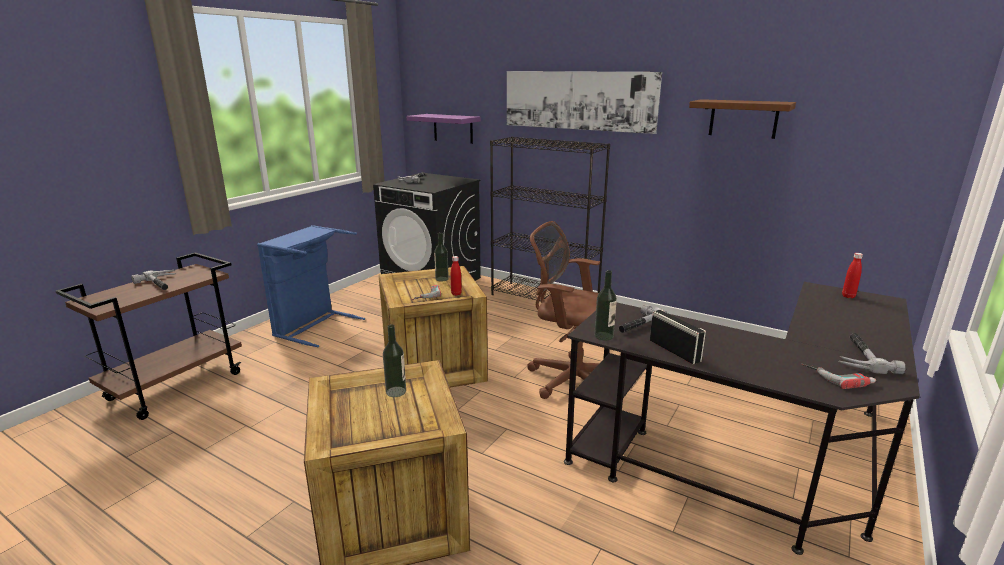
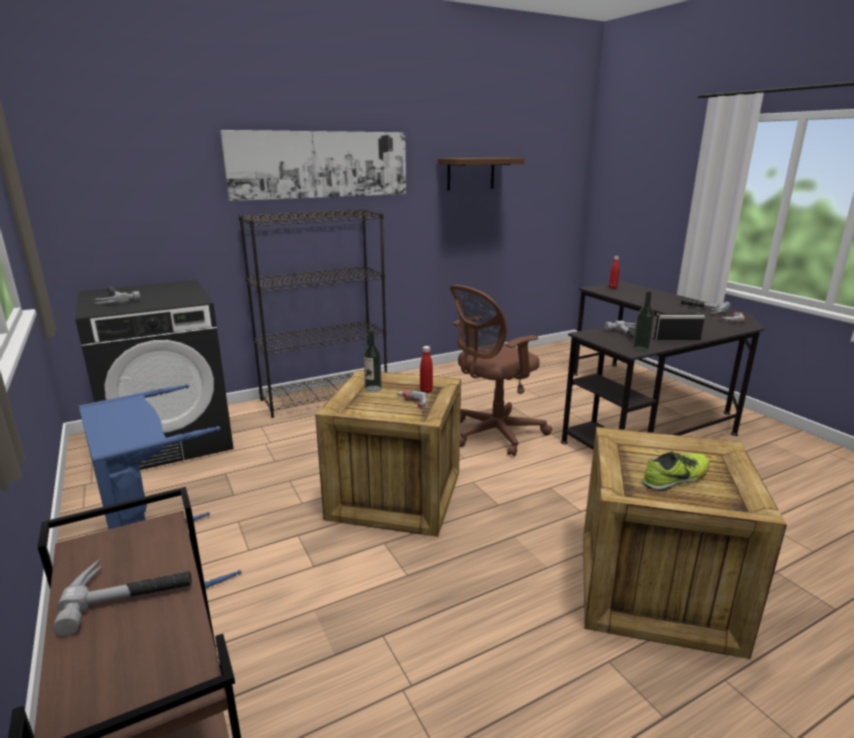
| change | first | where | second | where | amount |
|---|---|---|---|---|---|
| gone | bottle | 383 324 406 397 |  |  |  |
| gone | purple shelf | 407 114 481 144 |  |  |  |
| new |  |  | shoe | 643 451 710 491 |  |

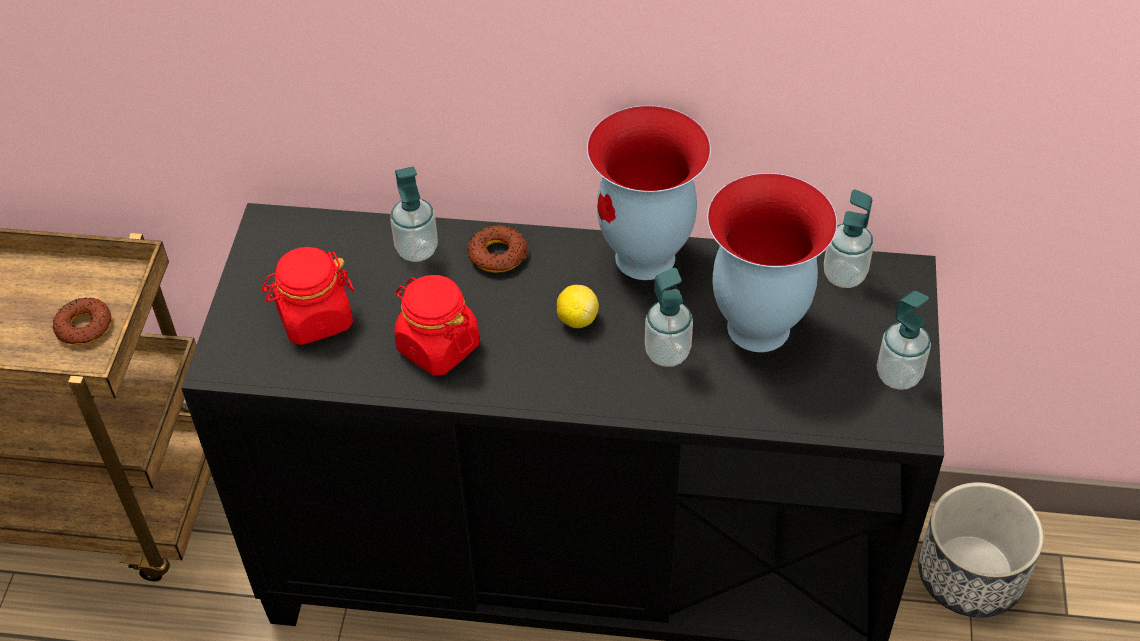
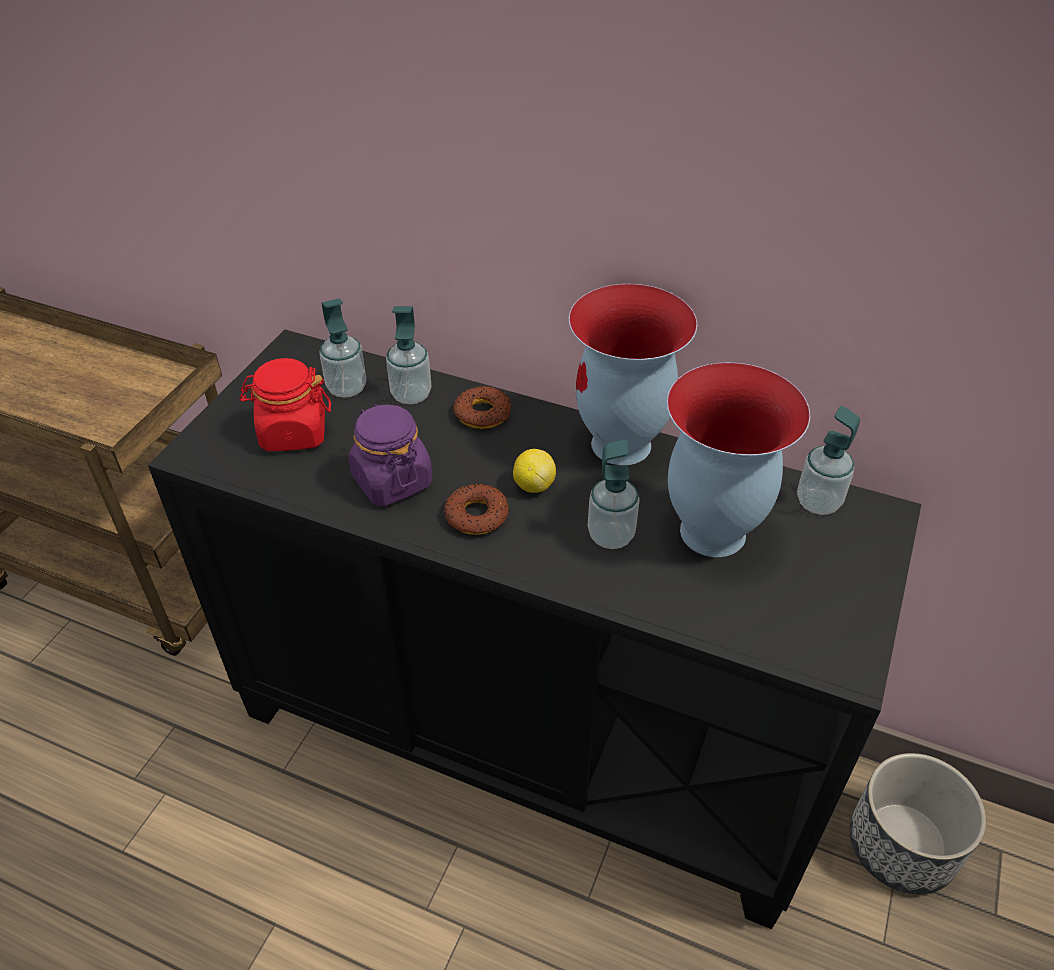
| change | first | where | second | where | amount |
|---|---|---|---|---|---|
| shifted | donut | 53 298 111 345 |  | 444 484 509 535 |  |
| repainted | red jar | 394 275 480 376 | purple jar | 348 404 432 506 |  |
| shifted | soap dispenser | 877 291 931 390 |  | 320 298 366 398 |  |

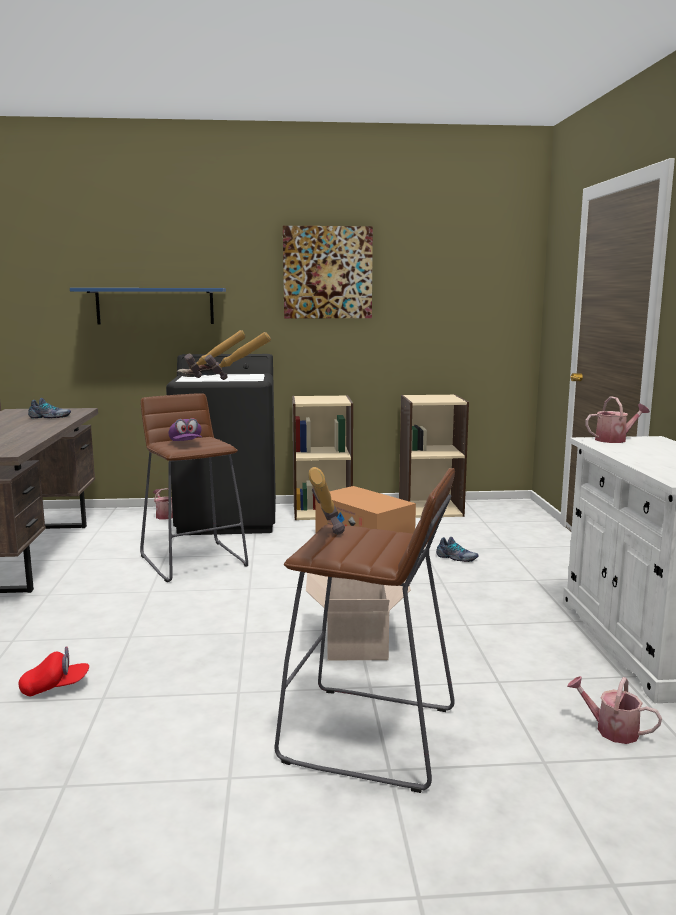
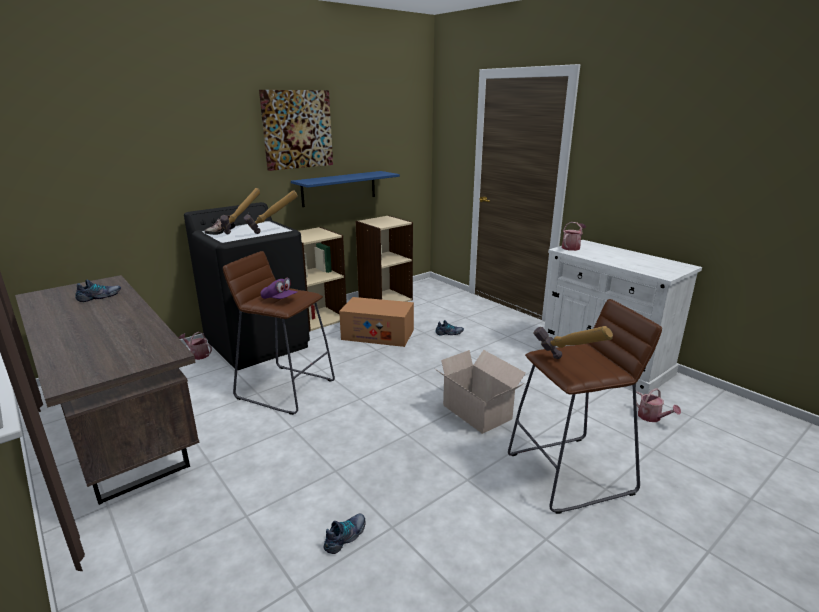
| change | first | where | second | where | amount |
|---|---|---|---|---|---|
| swapped | red cap | 18 646 89 696 | shoe | 323 513 366 554 |  |
| shifted | blue shelf | 70 288 226 324 |  | 291 171 400 207 |  |
| rotated | watering can | 567 676 662 744 |  | 636 388 681 422 | 120 degrees counterclockwise |

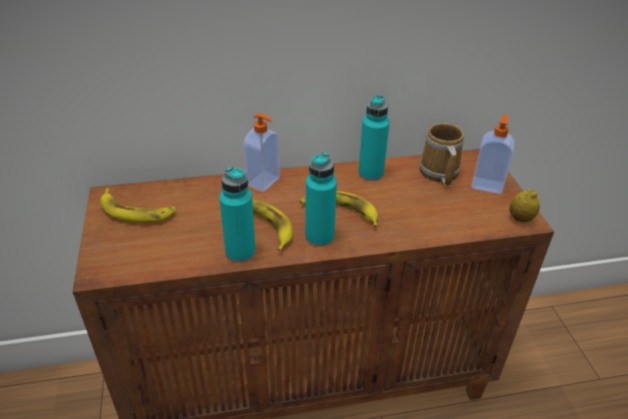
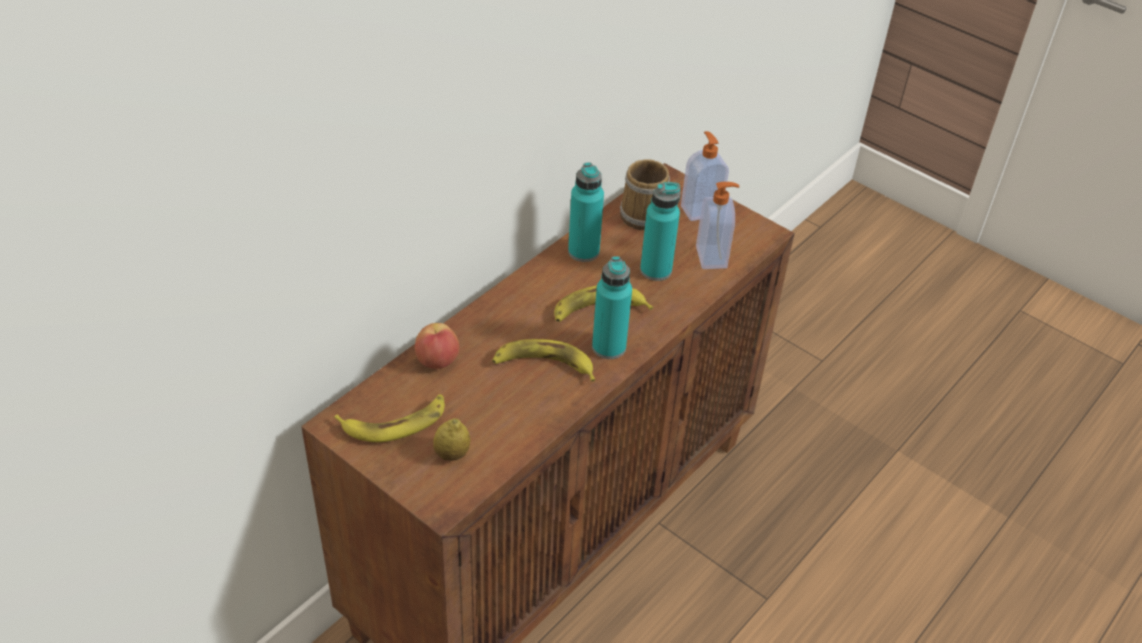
| change | first | where | second | where | amount |
|---|---|---|---|---|---|
| shifted | turquoise bottle | 219 166 256 263 |  | 640 182 681 281 |  |
| shifted | soap dispenser | 243 113 280 192 |  | 696 182 739 269 |  |
| shifted | lemon | 509 189 540 222 |  | 433 418 470 461 |  |
| new |  |  | apple | 415 323 459 369 |  |

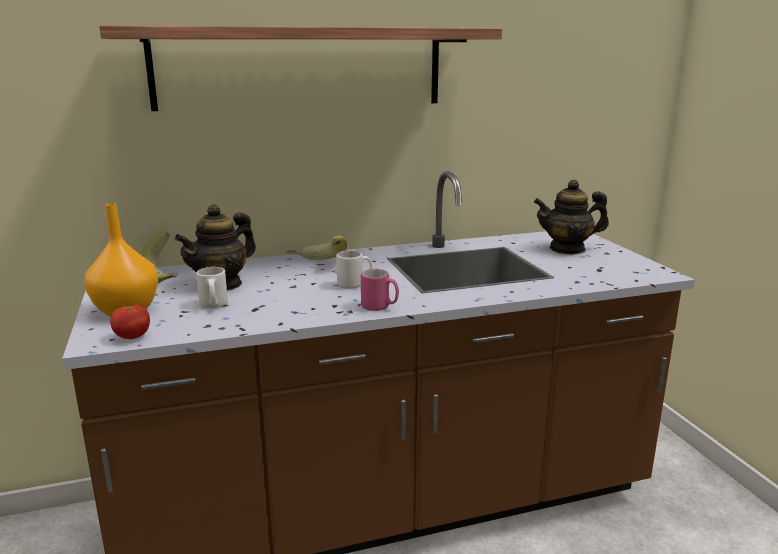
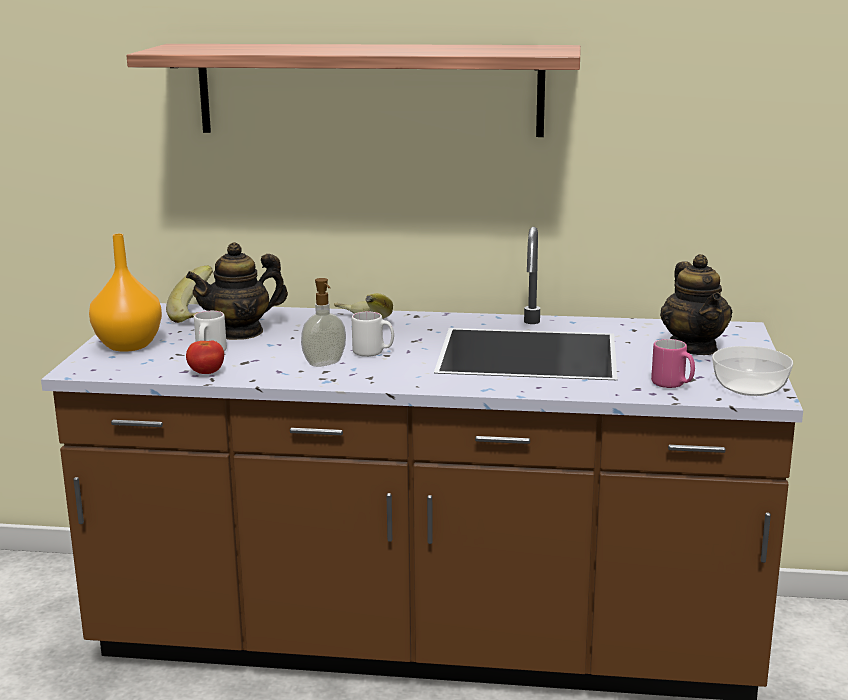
| change | first | where | second | where | amount |
|---|---|---|---|---|---|
| shifted | tomato | 110 305 150 339 |  | 186 341 224 374 |  |
| shifted | pink mug | 361 269 399 311 |  | 651 339 695 388 |  |
| rotated | teapot | 534 180 609 254 |  | 660 254 732 355 | 120 degrees counterclockwise |
| new |  |  | soap dispenser | 301 278 346 367 |  |
| new |  |  | bowl | 712 346 793 396 |  |

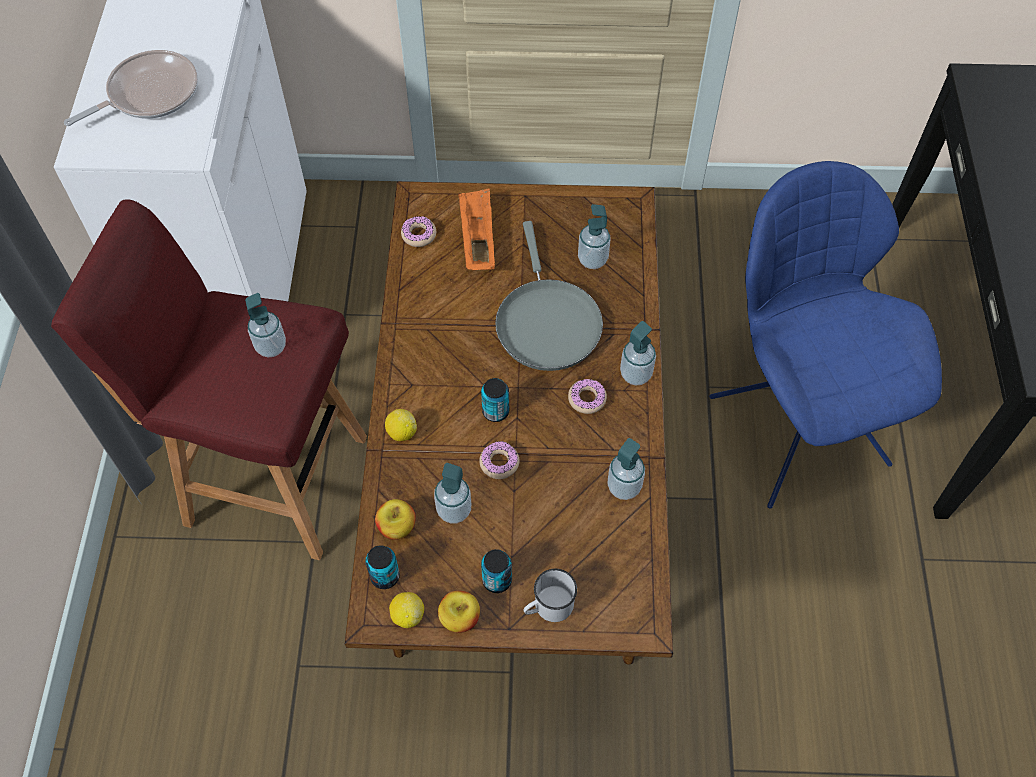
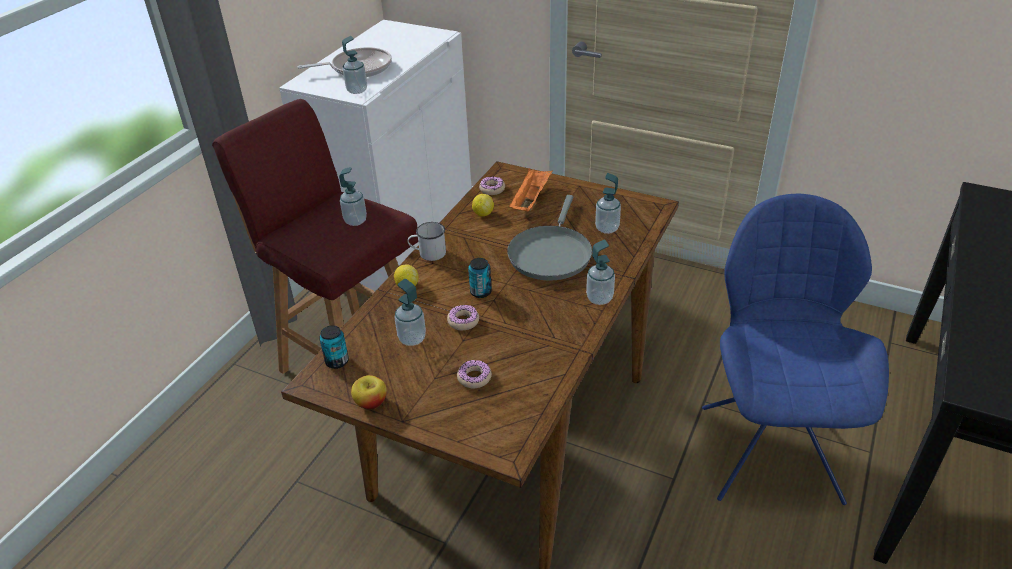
| change | first | where | second | where | amount |
|---|---|---|---|---|---|
| gone | apple | 375 499 416 540 |  |  |  |
| shifted | lemon | 389 592 424 628 |  | 472 194 494 216 |  |
| gone | can | 481 549 512 593 |  |  |  |
| shifted | white mug | 523 569 577 622 |  | 408 222 446 261 |  |
| shifted | donut | 568 379 607 414 |  | 457 360 492 388 |  |
| shifted | soap dispenser | 607 438 645 500 |  | 342 36 367 94 |  |

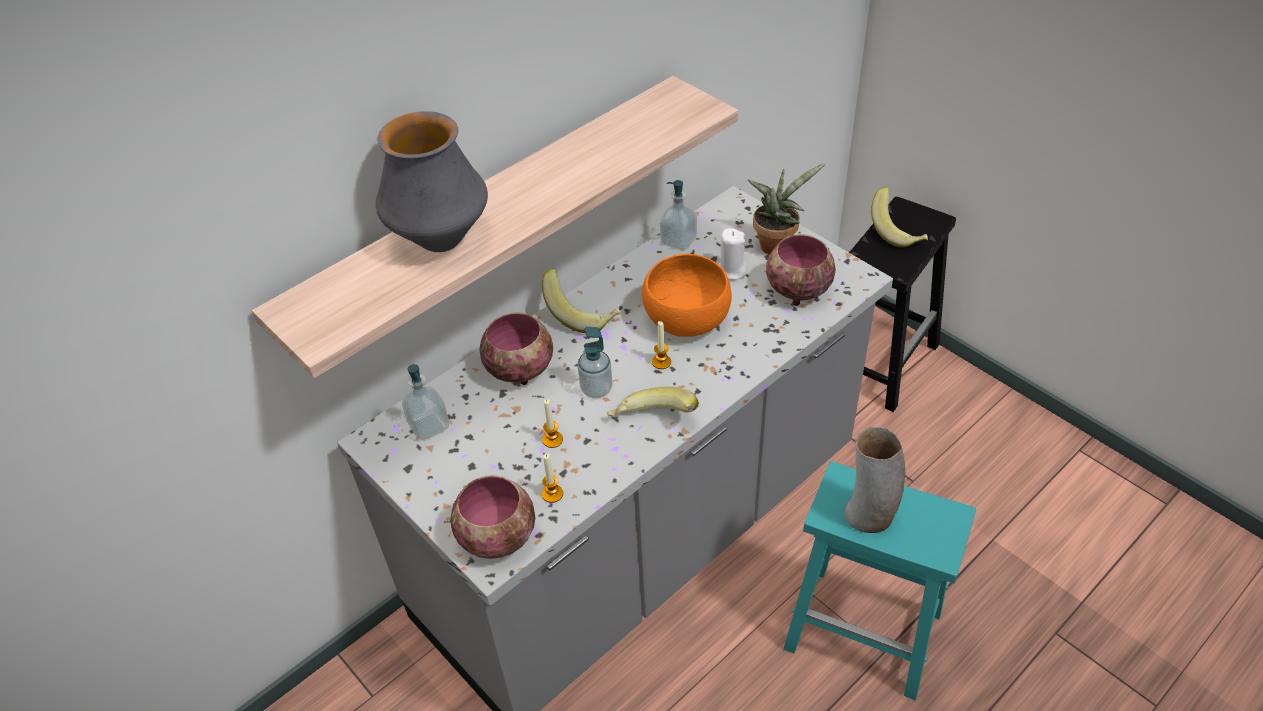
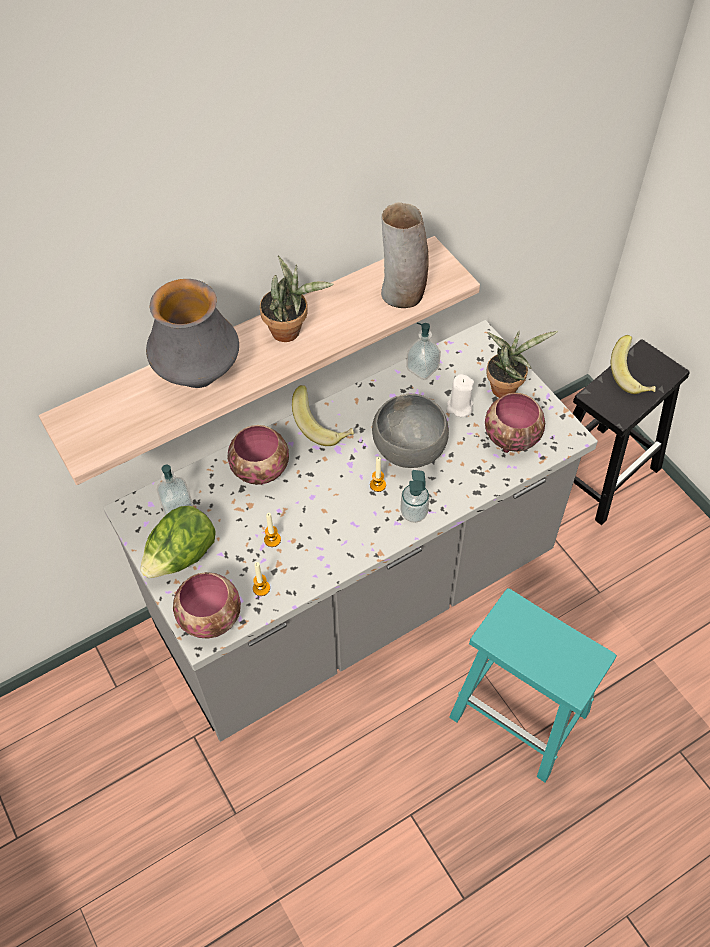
| change | first | where | second | where | amount |
|---|---|---|---|---|---|
| shifted | soap dispenser | 578 327 612 398 |  | 400 470 430 523 |  |
| gone | banana | 607 387 699 417 |  |  |  |
| repainted | orange bowl | 642 254 732 337 | grey bowl | 372 393 449 468 |  |
| shifted | vase | 844 427 905 533 |  | 381 202 429 308 |  |
| new |  |  | lettuce | 140 506 215 578 |  |
| new |  |  | potted plant | 260 256 333 342 |  |

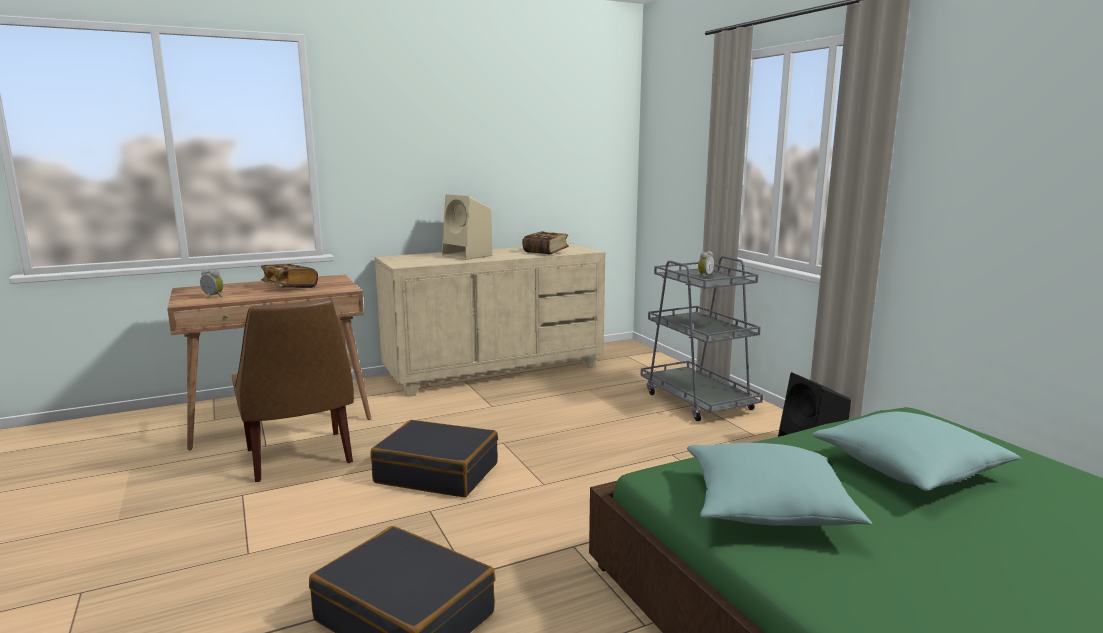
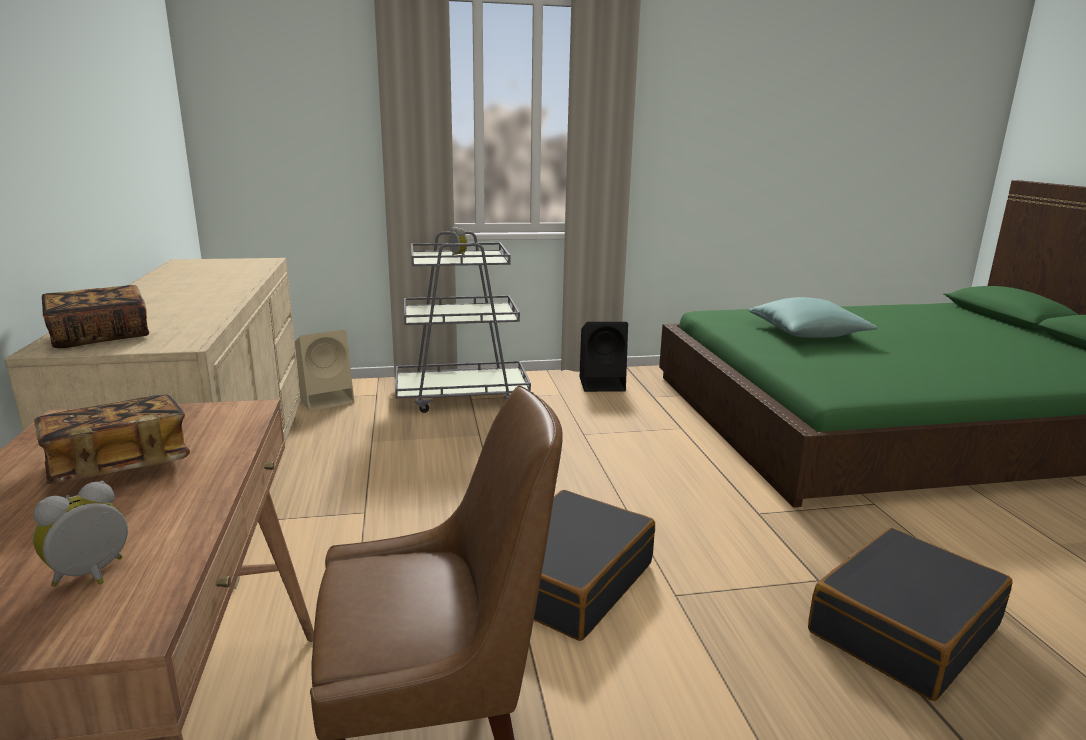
| change | first | where | second | where | amount |
|---|---|---|---|---|---|
| shifted | beige speaker | 442 194 492 260 |  | 295 330 354 411 |  |
| shifted | book | 522 231 569 254 |  | 42 285 149 348 |  |
| gone | turquoise pillow | 687 443 872 526 |  |  |  |

